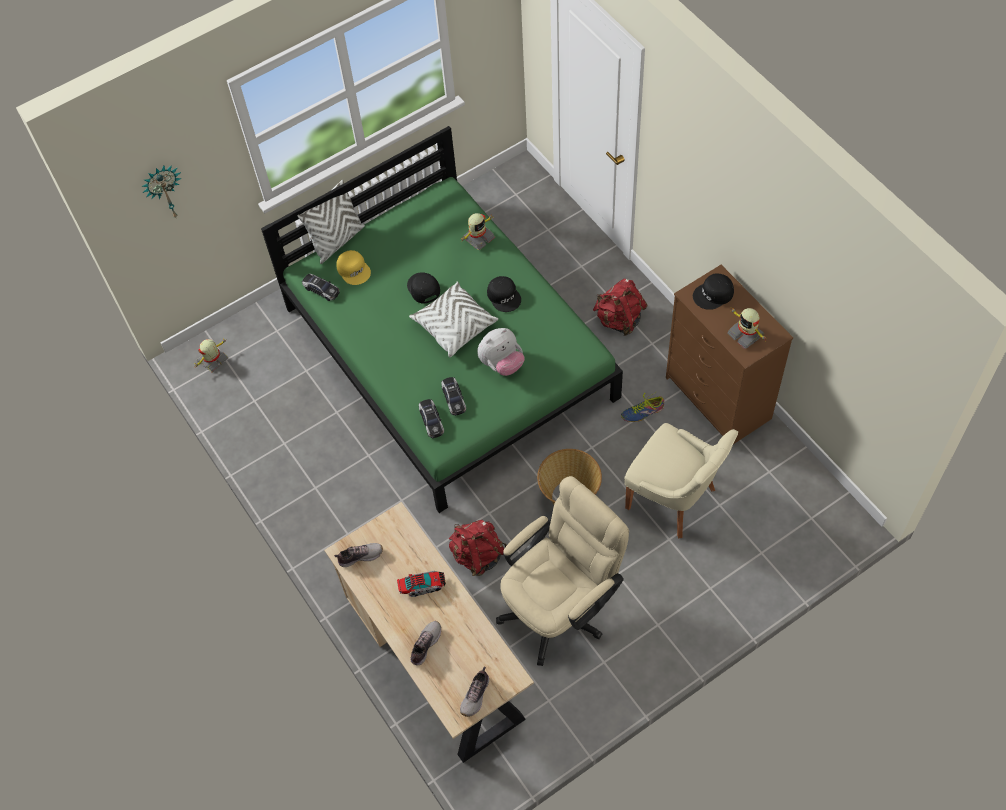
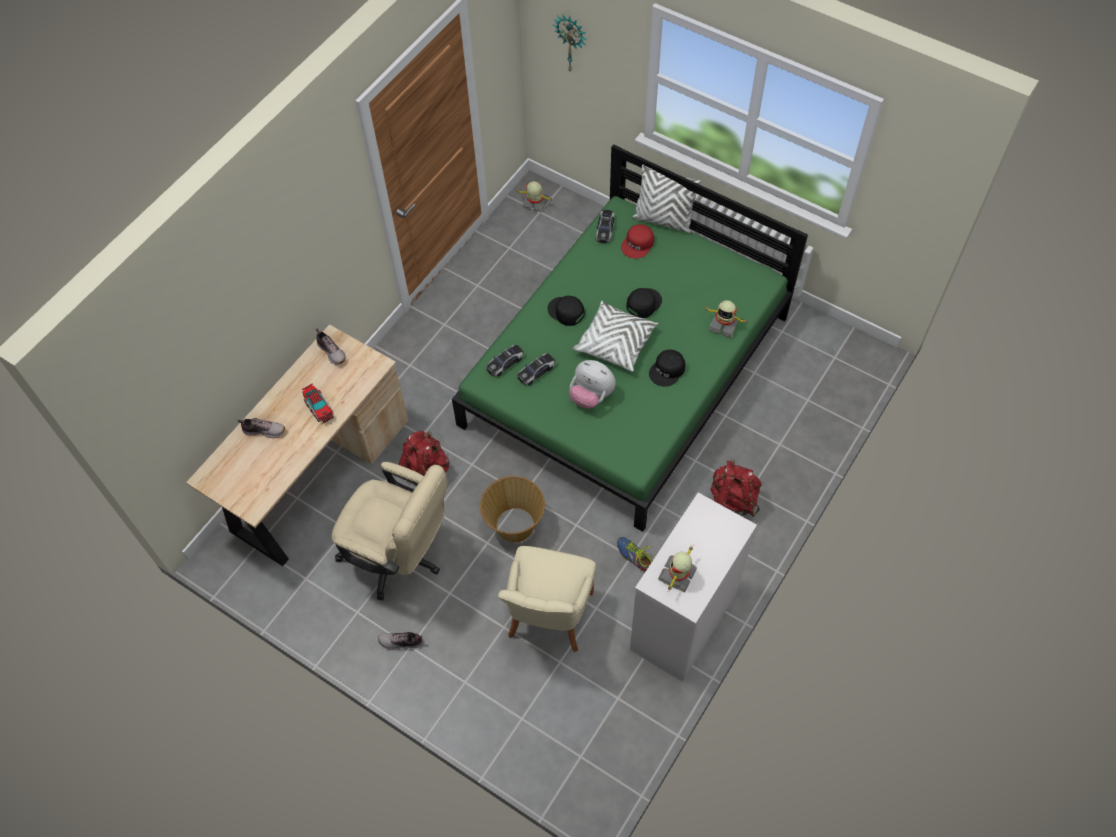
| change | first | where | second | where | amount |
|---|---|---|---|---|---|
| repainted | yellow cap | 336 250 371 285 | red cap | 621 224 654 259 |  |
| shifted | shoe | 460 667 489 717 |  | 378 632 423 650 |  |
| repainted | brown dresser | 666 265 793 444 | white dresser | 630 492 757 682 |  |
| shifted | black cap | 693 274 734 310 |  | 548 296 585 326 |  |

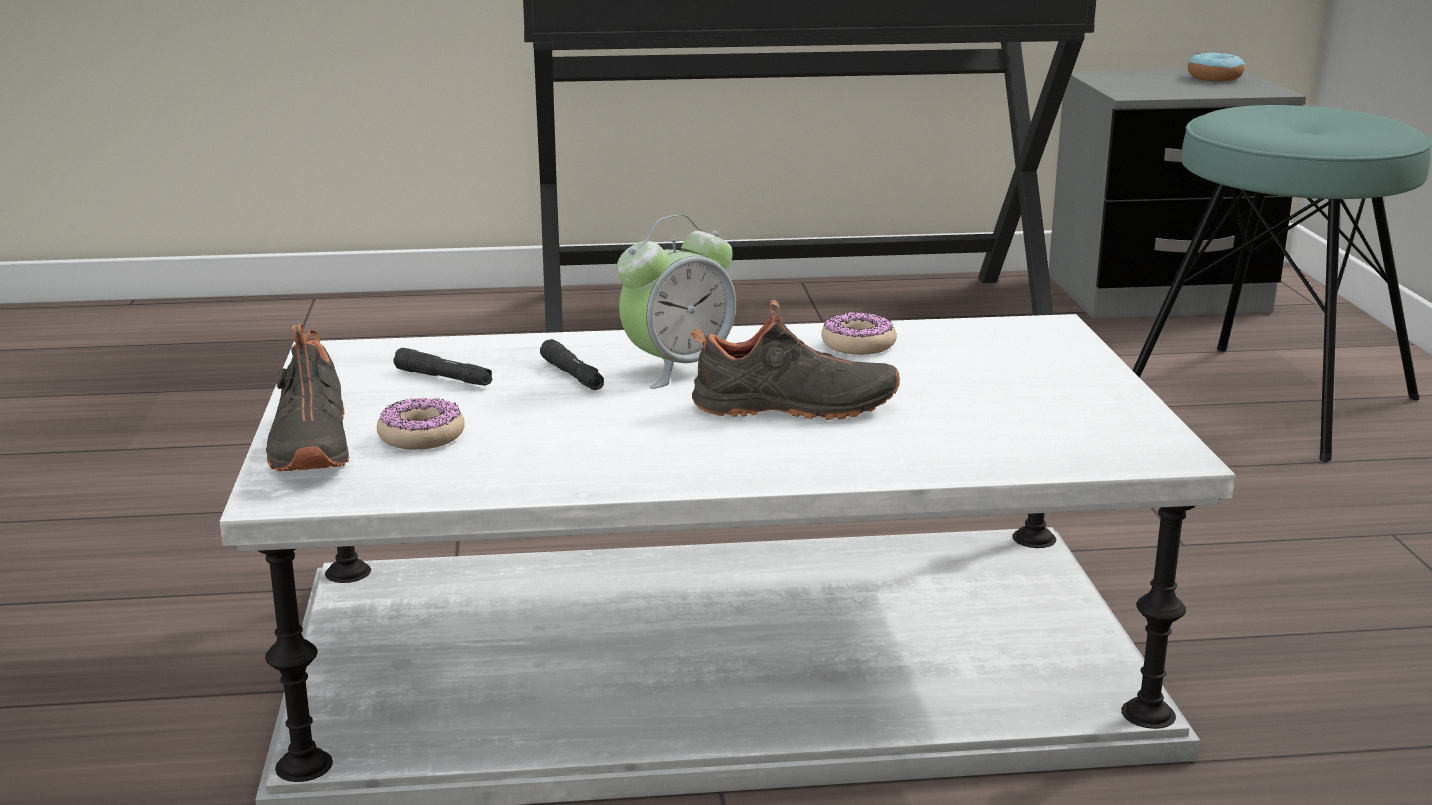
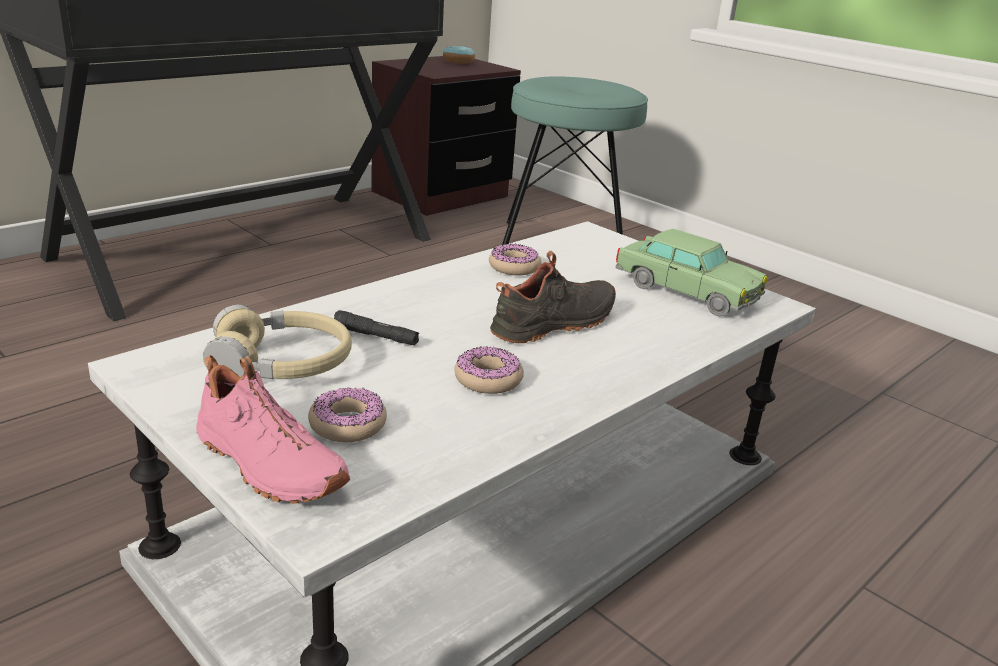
| change | first | where | second | where | amount |
|---|---|---|---|---|---|
| repainted | black shoe | 266 324 349 471 | pink shoe | 196 355 350 504 |  |
| swapped | black flashlight | 394 348 492 386 | beige headphones | 203 305 352 379 |  |
| gone | alarm clock | 617 215 736 389 |  |  |  |
| repainted | grey nightstand | 1049 69 1306 319 | brown nightstand | 372 56 521 216 |  |
| new |  |  | donut | 454 346 524 394 |  |
| new |  |  | toy car | 616 229 768 316 |  |

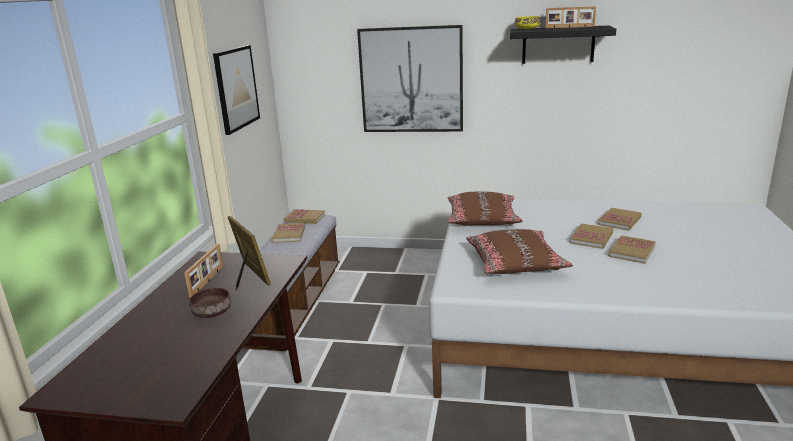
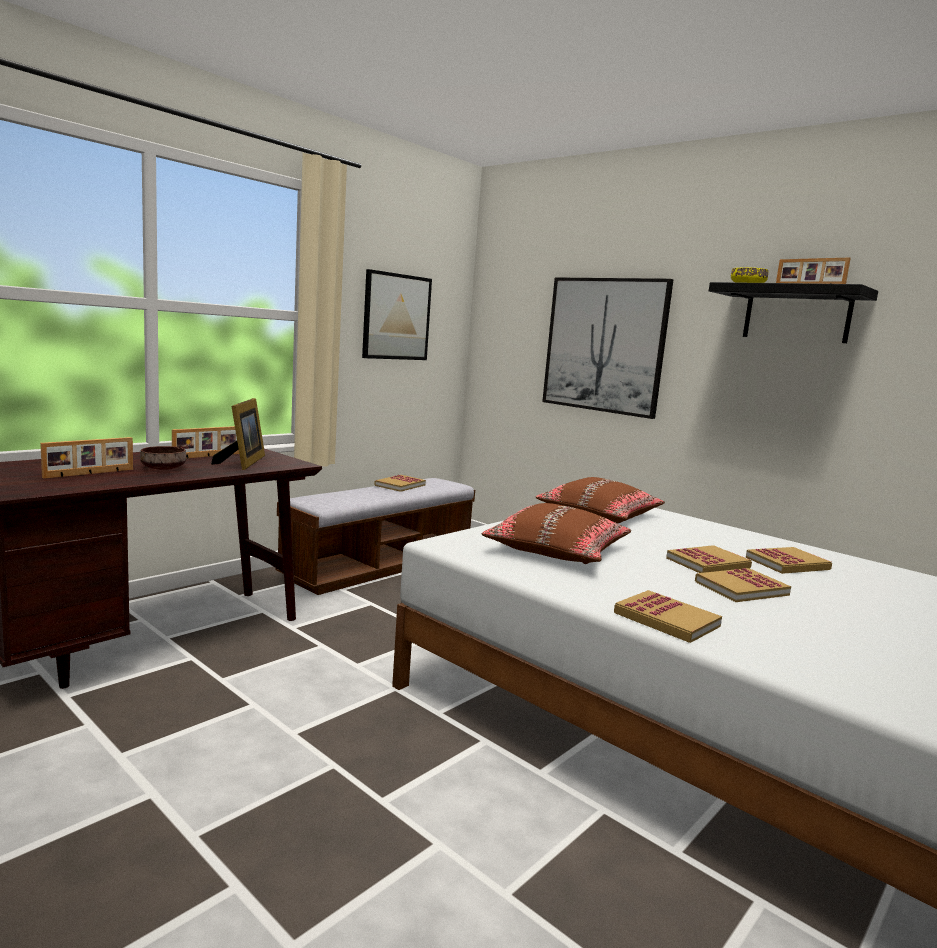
| change | first | where | second | where | amount |
|---|---|---|---|---|---|
| shifted | book | 284 209 325 224 |  | 614 590 722 643 |  |
| new |  |  | picture frame | 40 437 133 479 |  |

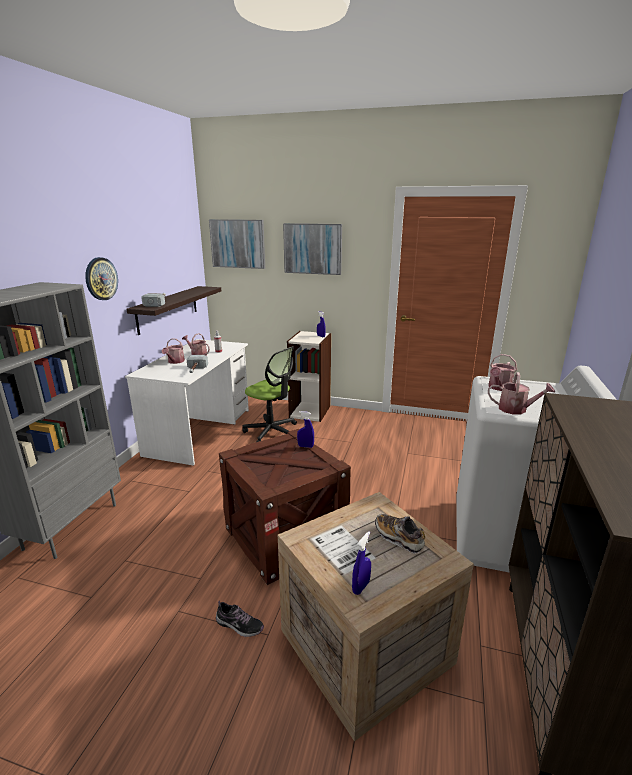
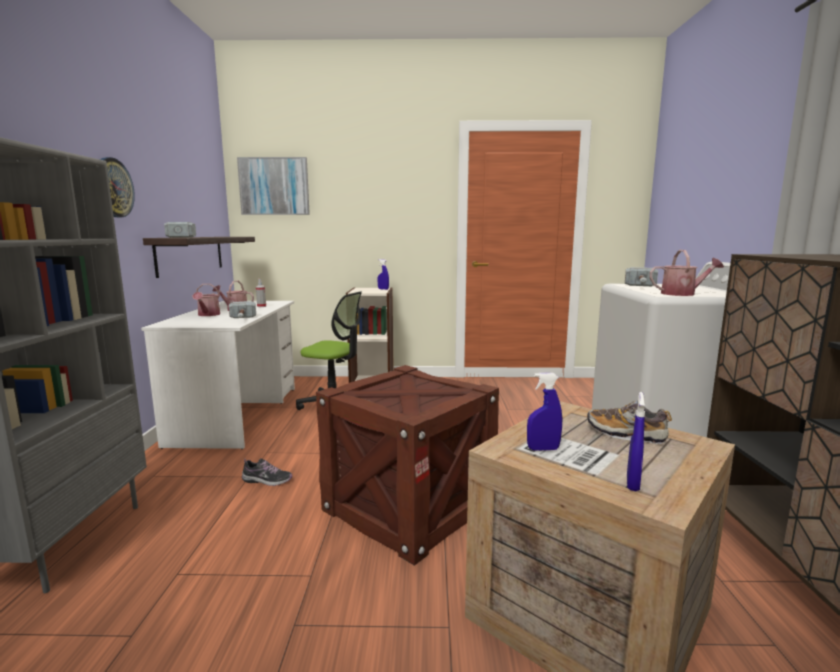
| change | first | where | second | where | amount |
|---|---|---|---|---|---|
| shifted | shoe | 216 601 264 637 |  | 242 458 292 486 |  |
| gone | picture | 283 223 342 275 |  |  |  |
| shifted | blue spray bottle | 297 411 314 448 |  | 527 373 562 451 |  |
| swapped | watering can | 489 354 517 391 | hammer | 625 267 658 286 |  |

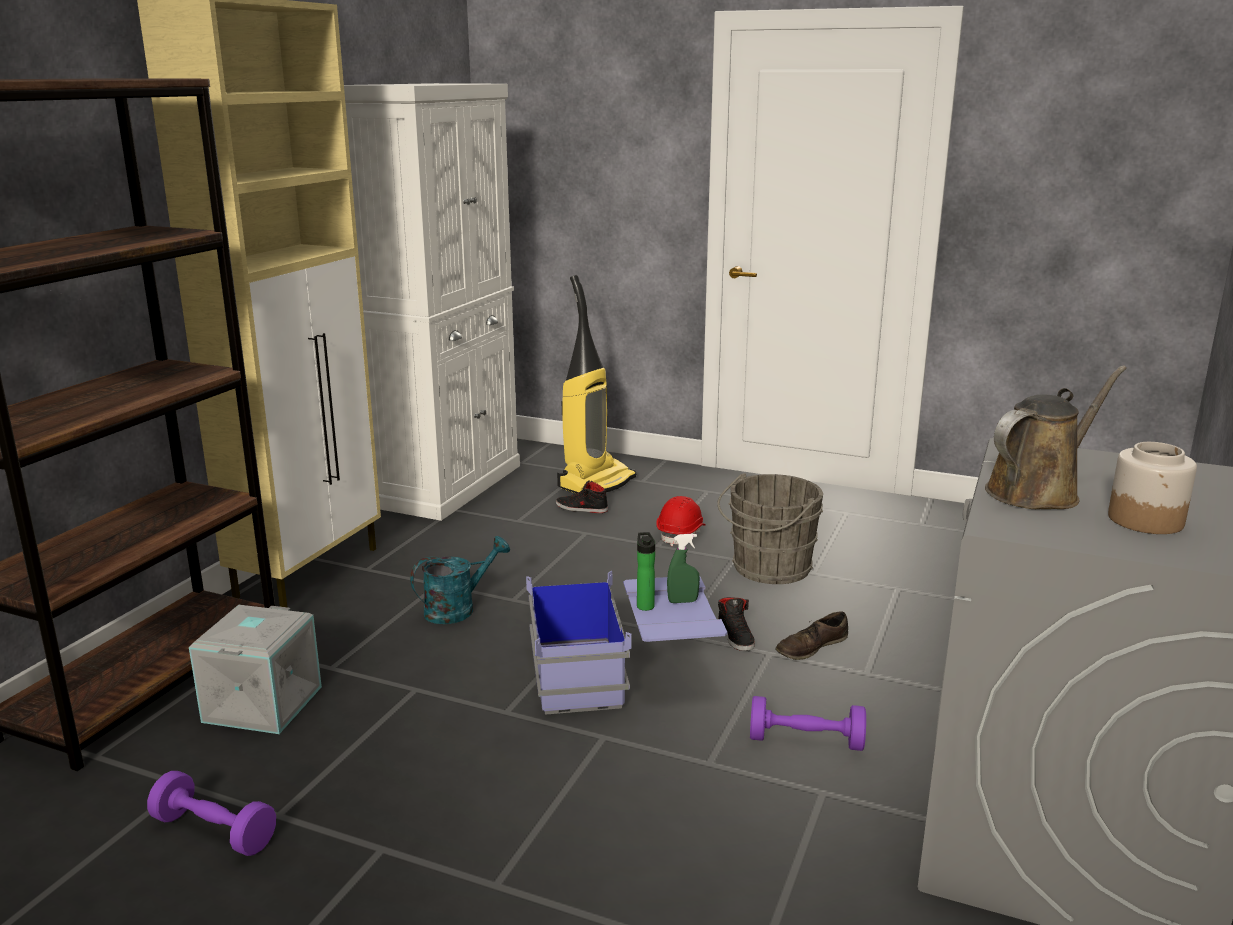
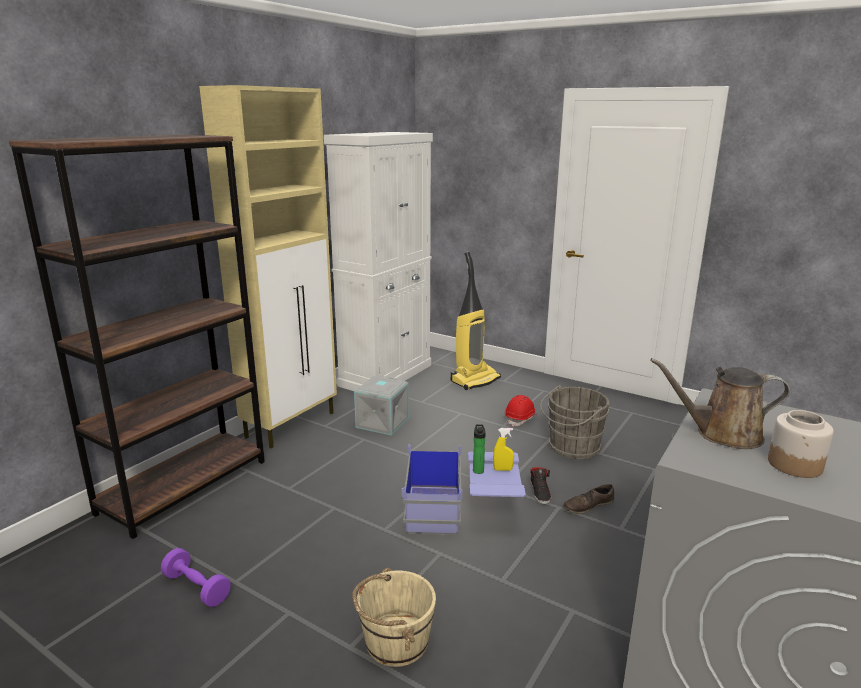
| change | first | where | second | where | amount |
|---|---|---|---|---|---|
| shifted | grey storage box | 189 605 322 734 |  | 354 376 409 435 |  |
| gone | turquoise watering can | 410 536 510 624 |  |  |  |
| gone | black shoe | 556 480 608 513 |  |  |  |
| repainted | green spray bottle | 667 533 700 603 | yellow spray bottle | 493 428 514 471 |  |
| gone | purple dumbbell | 750 696 866 751 |  |  |  |
| rotated | brown watering can | 985 366 1127 509 |  | 650 358 790 449 | 150 degrees counterclockwise |
| new |  |  | beige bucket | 352 568 436 667 |  |

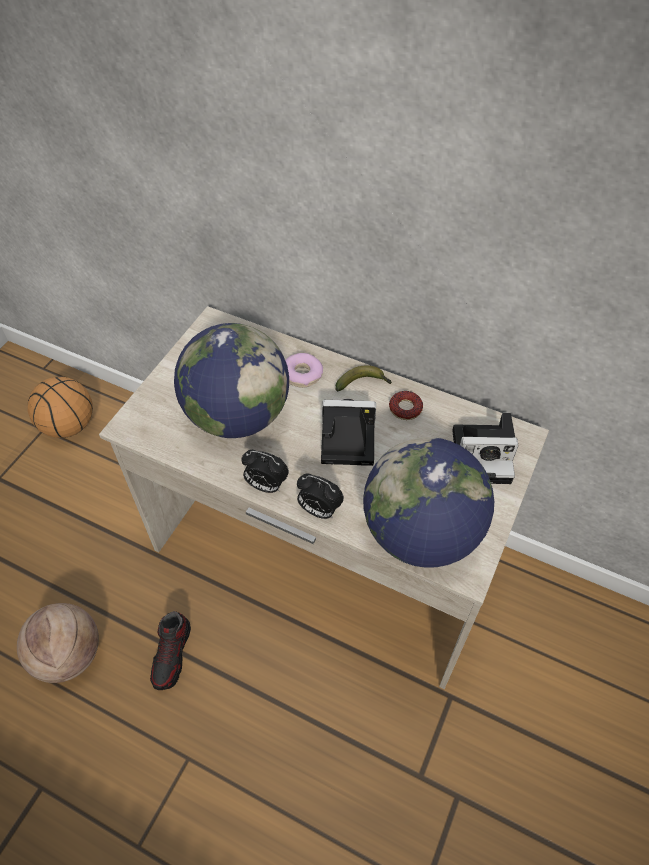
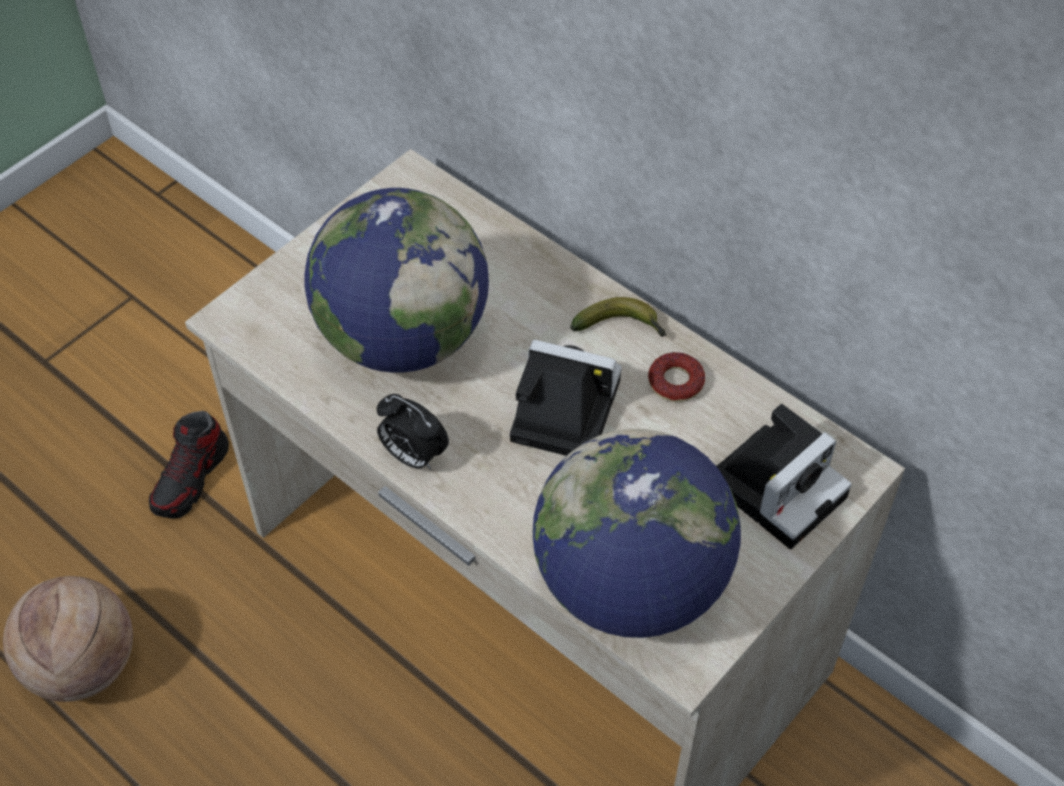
| change | first | where | second | where | amount |
|---|---|---|---|---|---|
| gone | basketball | 28 377 93 438 |  |  |  |
| shifted | shoe | 150 611 191 690 |  | 149 411 229 519 |  |
| gone | donut | 285 353 323 388 |  |  |  |
| gone | alarm clock | 297 473 344 519 |  |  |  |
| rotated | photo camera | 452 413 519 484 |  | 716 404 852 549 | 60 degrees counterclockwise |

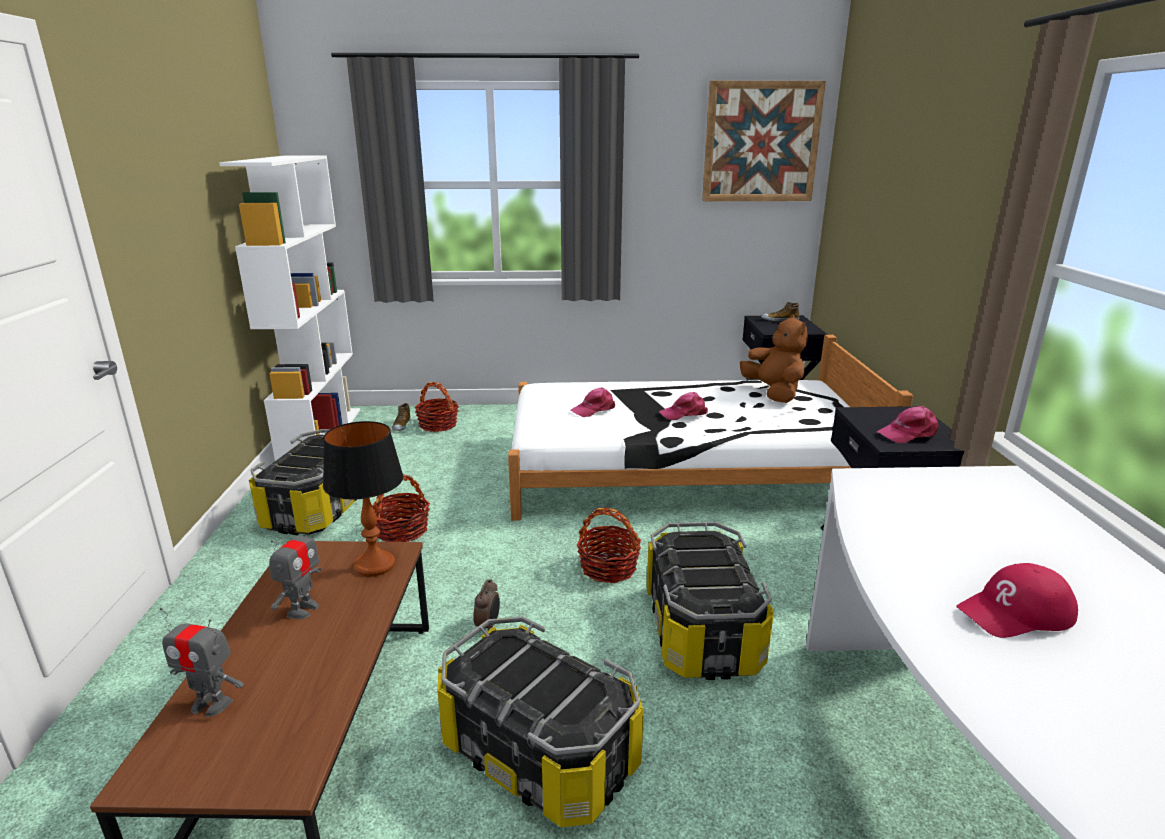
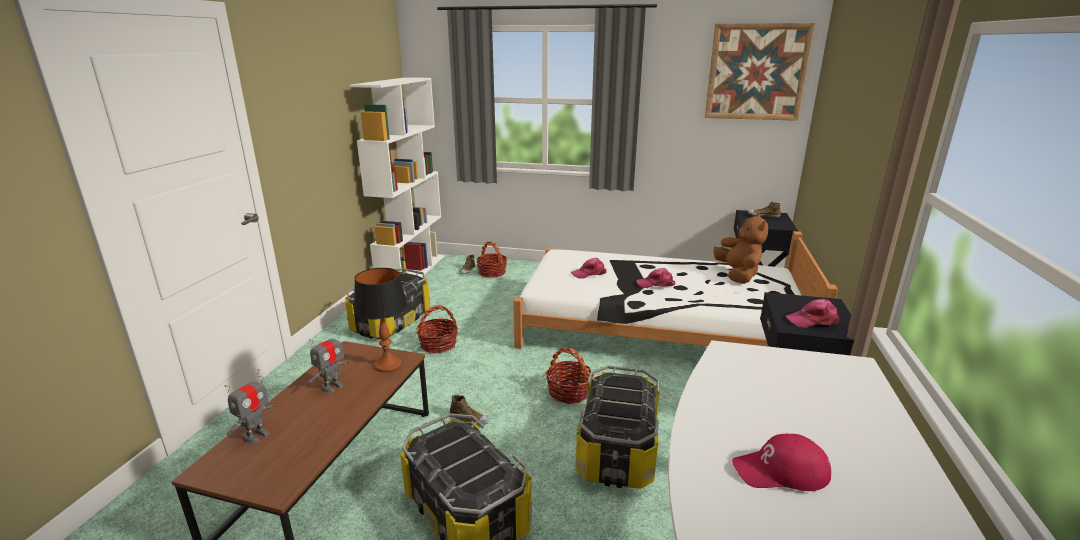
| change | first | where | second | where | amount |
|---|---|---|---|---|---|
| rotated | toy robot | 160 608 244 717 |  | 225 369 276 444 | 90 degrees counterclockwise |
| swapped | alarm clock | 473 579 500 631 | shoe | 450 395 489 426 |  |

